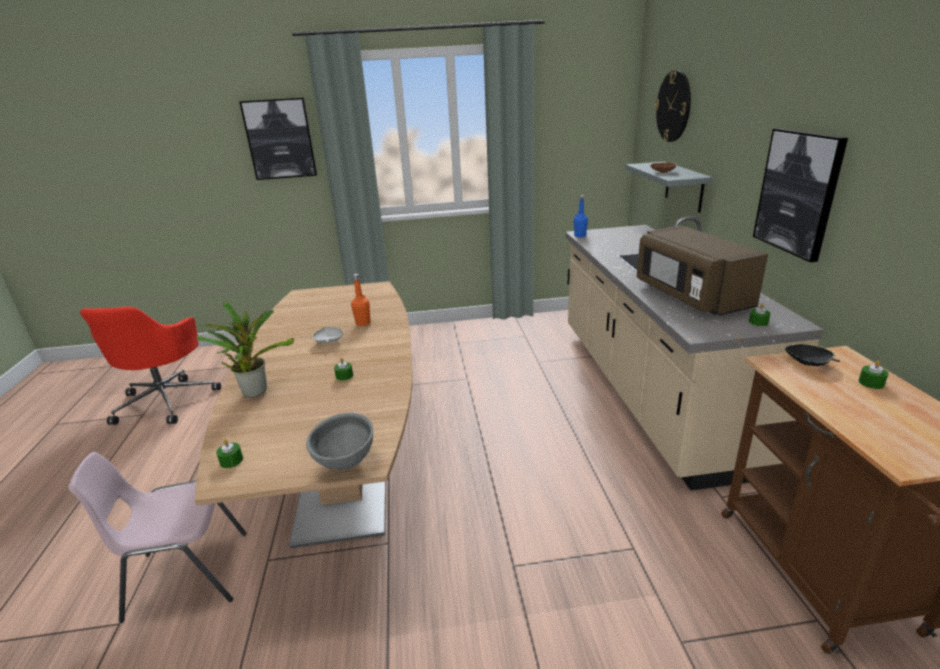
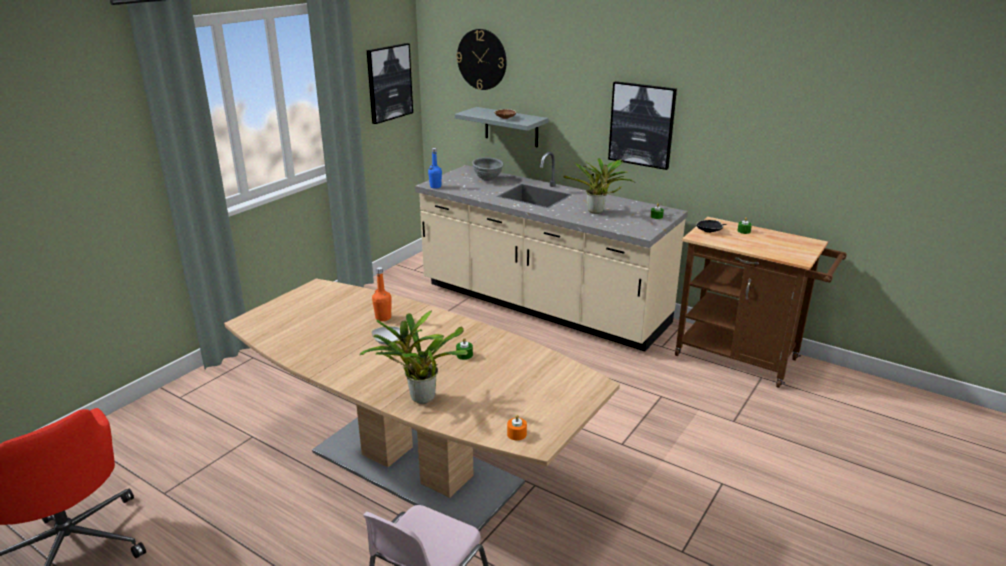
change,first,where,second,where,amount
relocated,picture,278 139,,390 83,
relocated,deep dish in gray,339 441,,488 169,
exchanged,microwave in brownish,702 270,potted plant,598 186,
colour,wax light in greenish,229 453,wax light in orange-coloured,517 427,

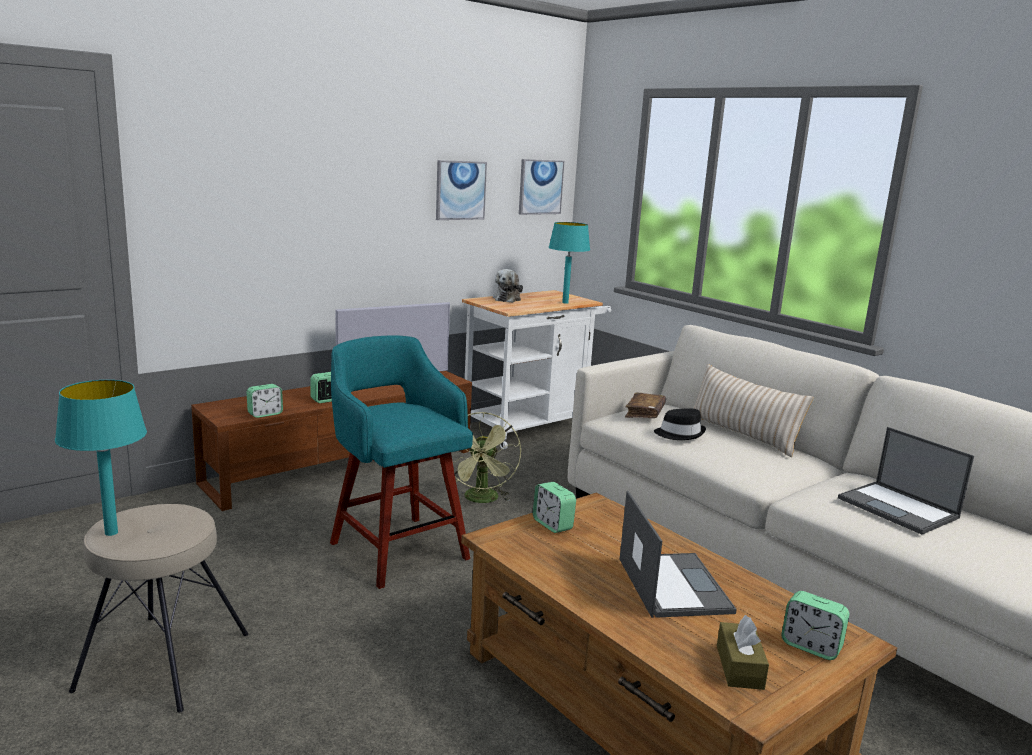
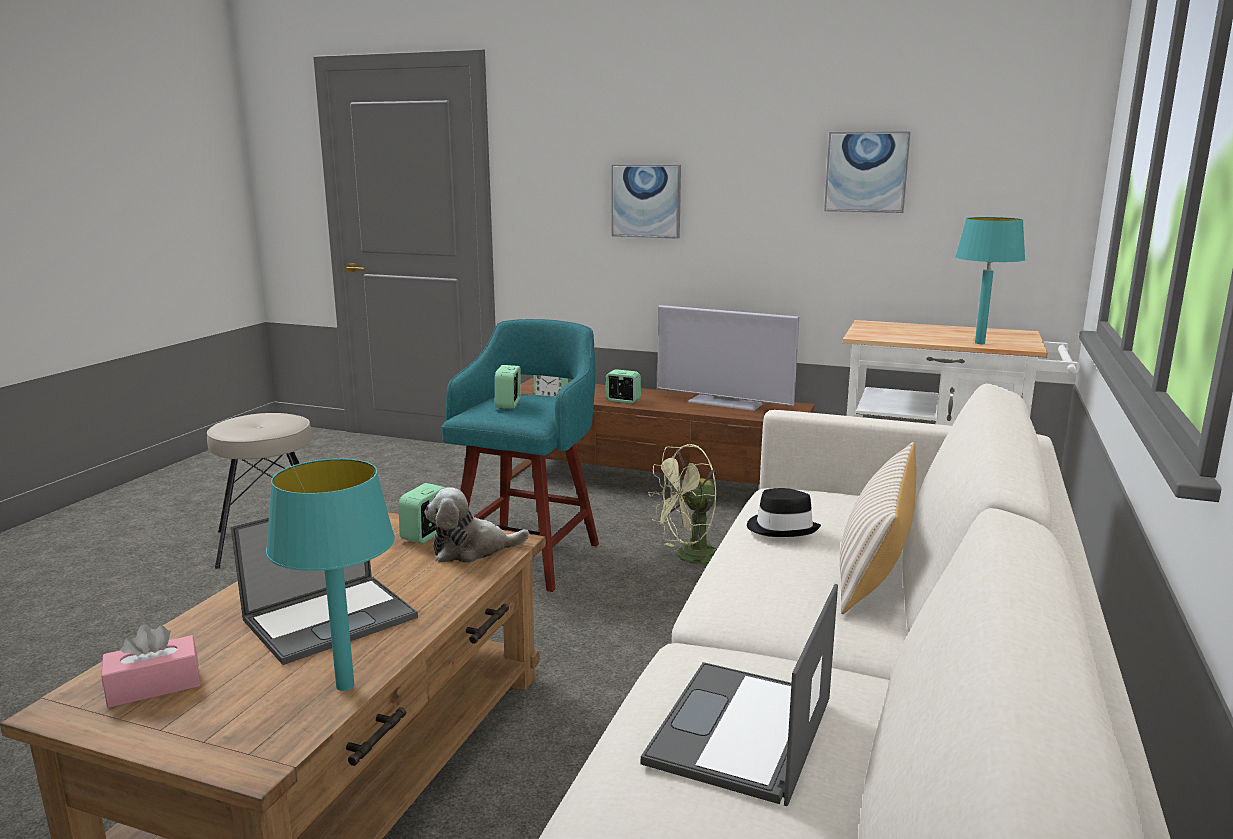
change,first,where,second,where,amount
missing,volume in brownish,645 405,,,
relocated,tabletop lamp in turquoise-coloured,101 458,,330 575,
relocated,cuddly toy,508 286,,476 525,
relocated,picture,541 187,,646 201,
relocated,table clock,815 625,,508 387,
colour,tissue box in brownish,743 652,tissue box in pink,150 666,

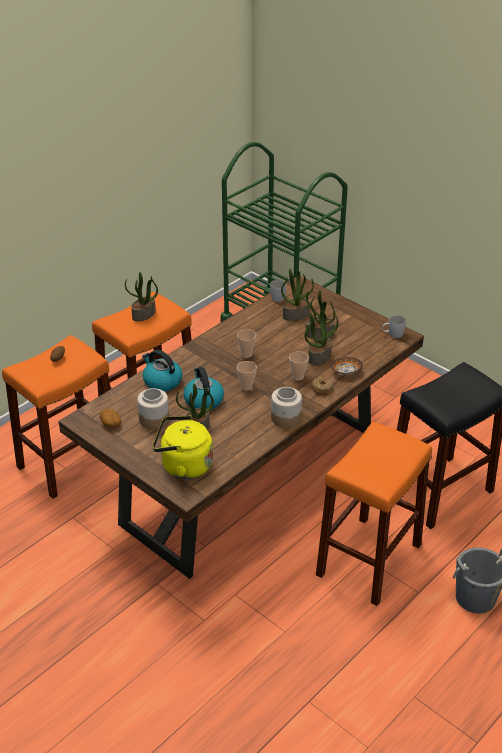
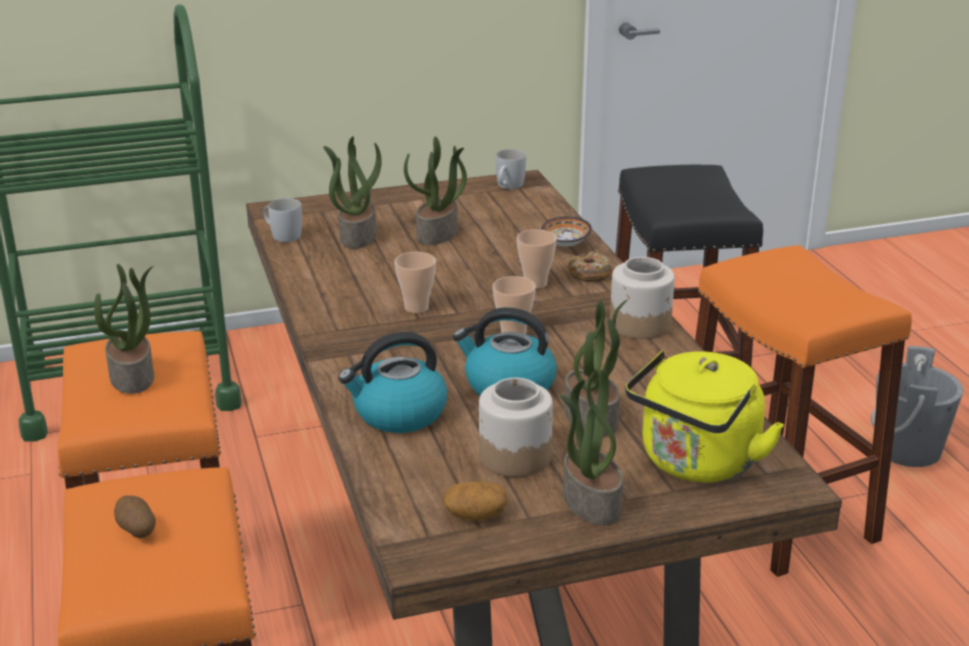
change,first,where,second,where,amount
relocated,potted plant,321 338,,591 447,

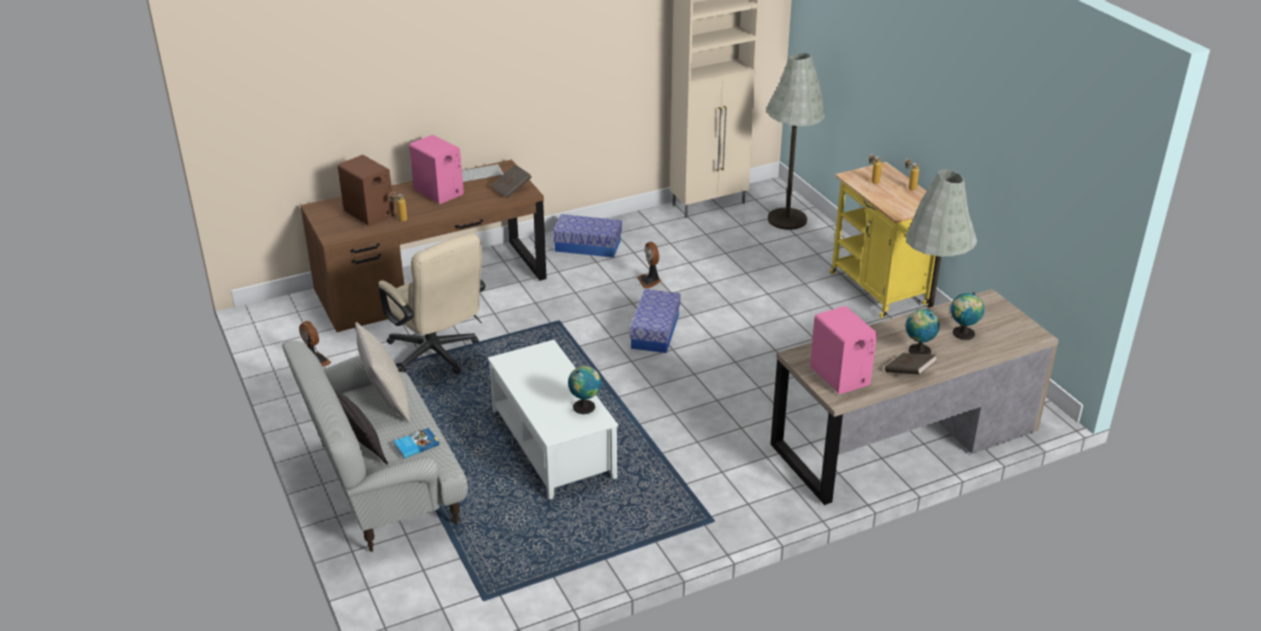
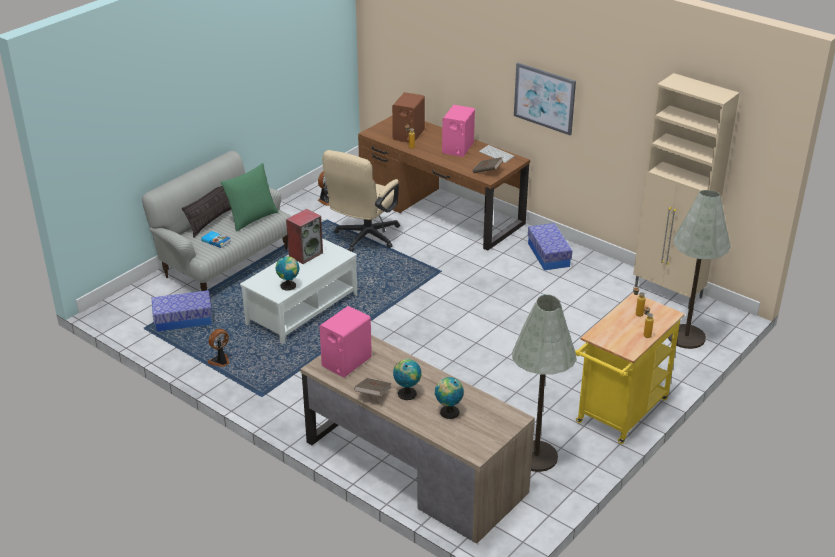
change,first,where,second,where,amount
appeared,,,speaker,304 236,
appeared,,,picture,545 99,
relocated,storage box,655 321,,182 310,
relocated,electric fan,649 265,,219 348,
colour,throw pillow in beige-coloured,382 372,throw pillow in greenish,249 197,

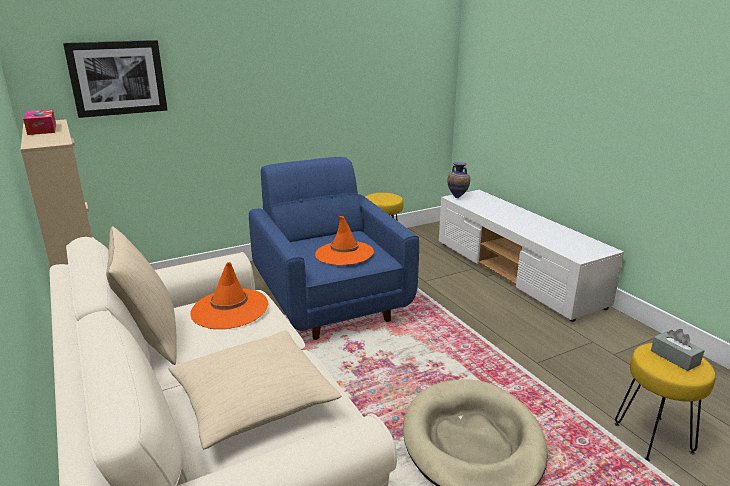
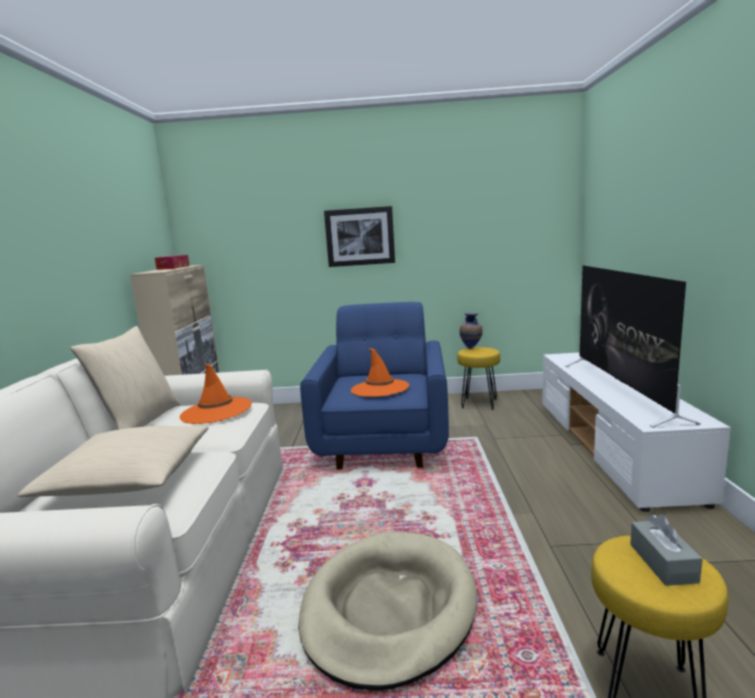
change,first,where,second,where,amount
appeared,,,TV set,633 346,
relocated,picture,115 79,,359 236,
relocated,decorative vase,458 180,,471 331,

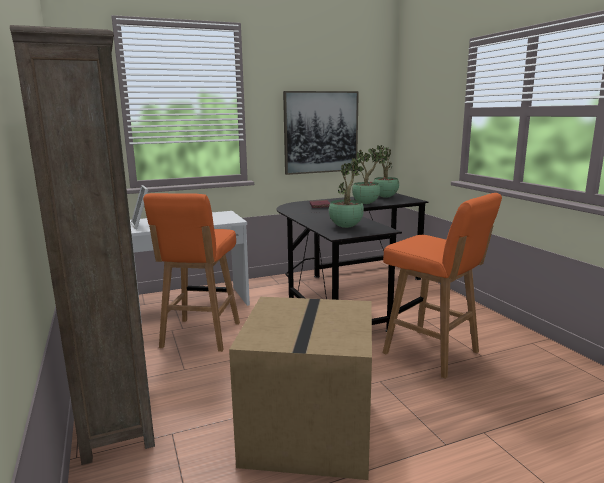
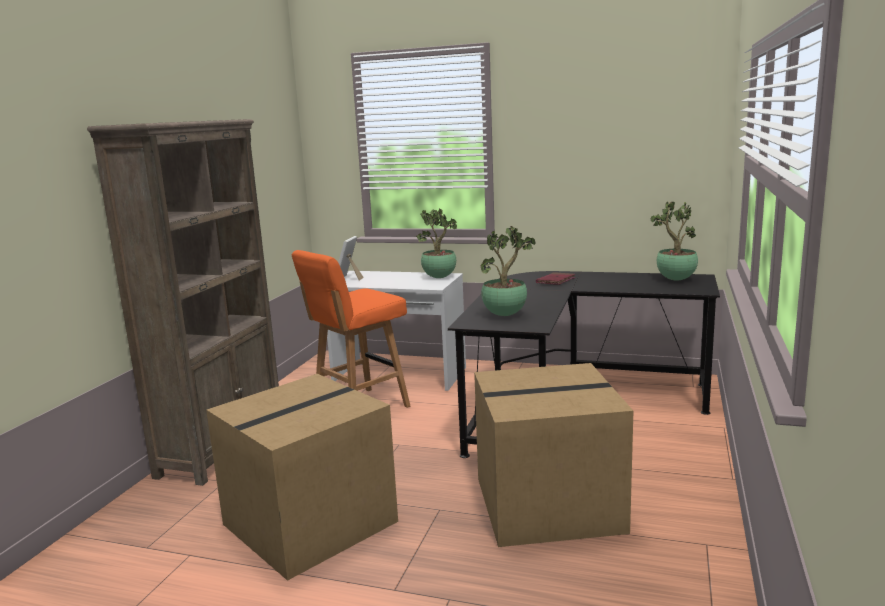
change,first,where,second,where,amount
missing,picture,321 133,,,
relocated,potted plant,369 176,,436 243,
exchanged,stool seat in orange-coloured,442 286,packing box,553 455,

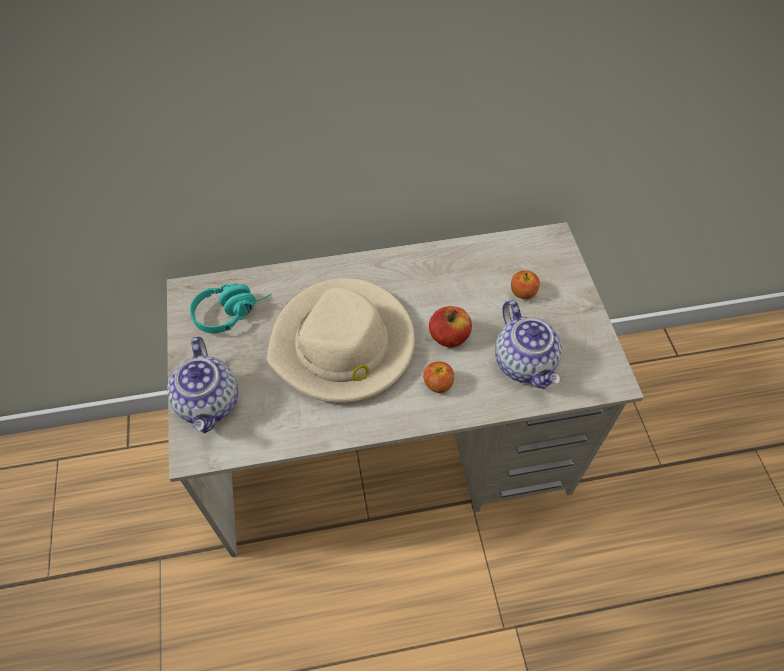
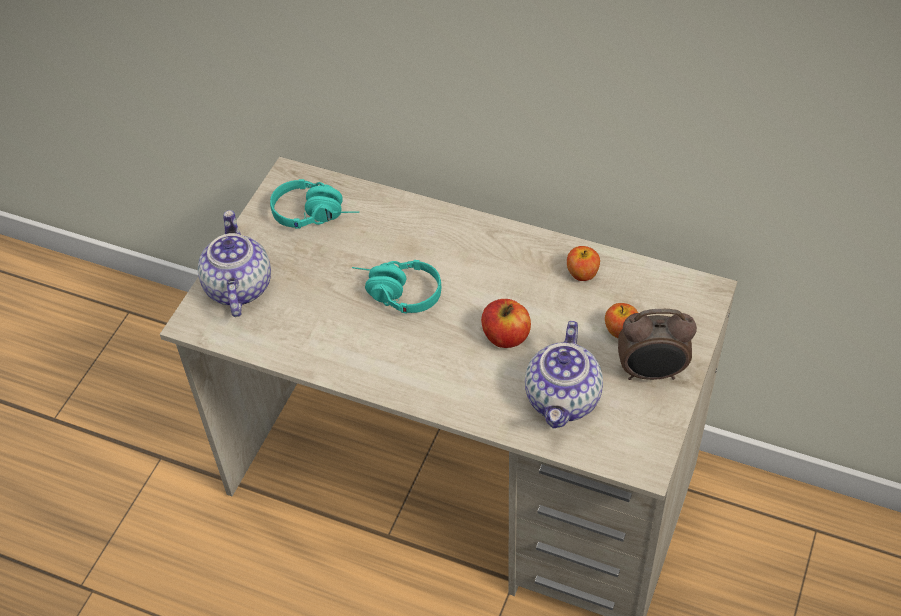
change,first,where,second,where,amount
appeared,,,table clock,657 344,
relocated,apple,438 377,,583 263,
exchanged,clothing hat in beige-coloured,341 340,headphones in turquoise-coloured,396 287,
spun,tea pot,202 384,,234 263,150 degrees clockwise

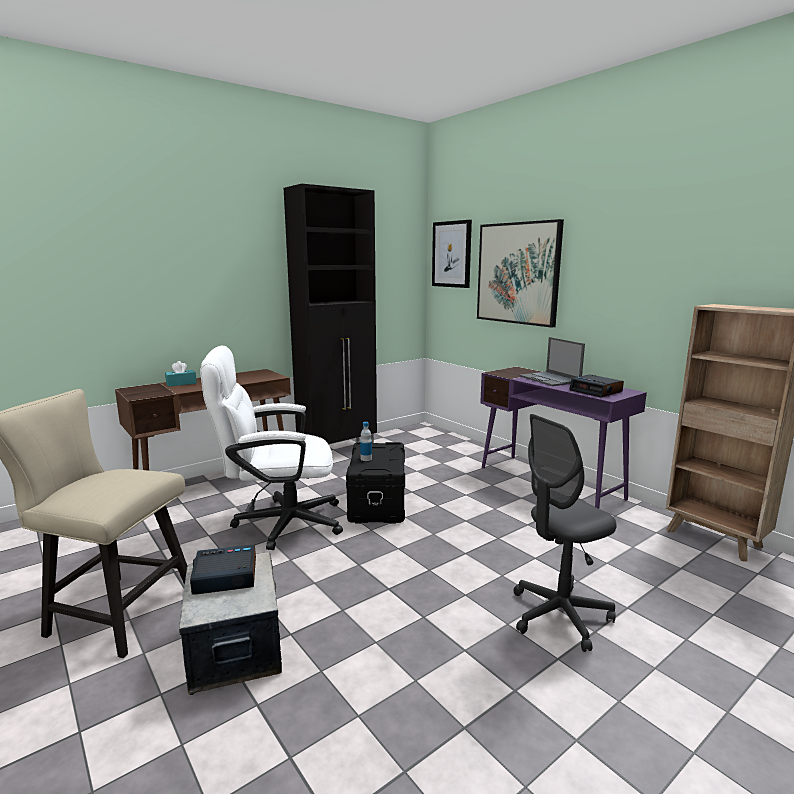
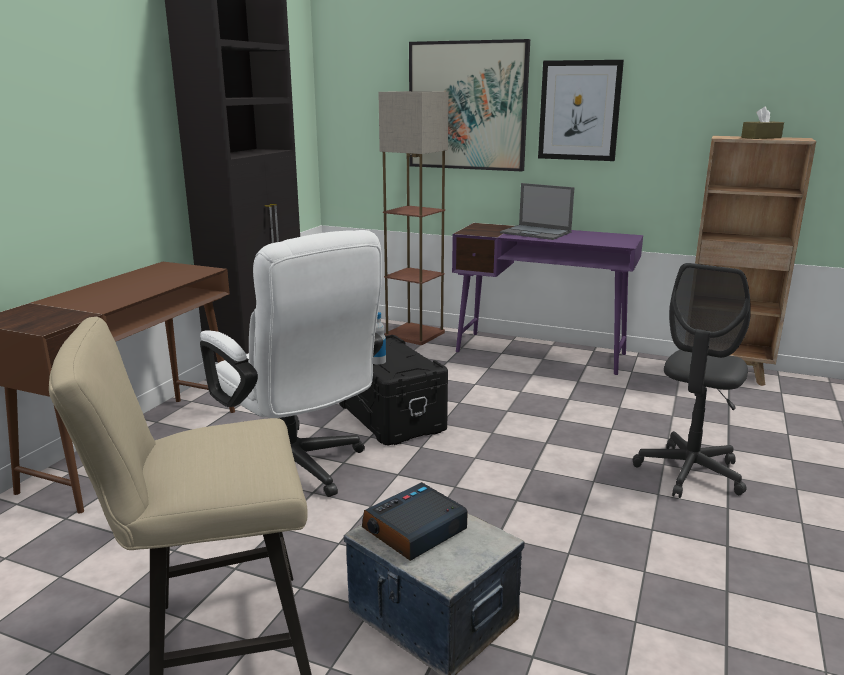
change,first,where,second,where,amount
missing,tissue box in turquoise-coloured,181 374,,,
missing,table clock,596 385,,,
appeared,,,standard lamp,413 218,
appeared,,,tissue box in brownish,762 123,
relocated,picture,452 254,,581 110,
spun,computer chair in white,271 447,,291 363,90 degrees counterclockwise

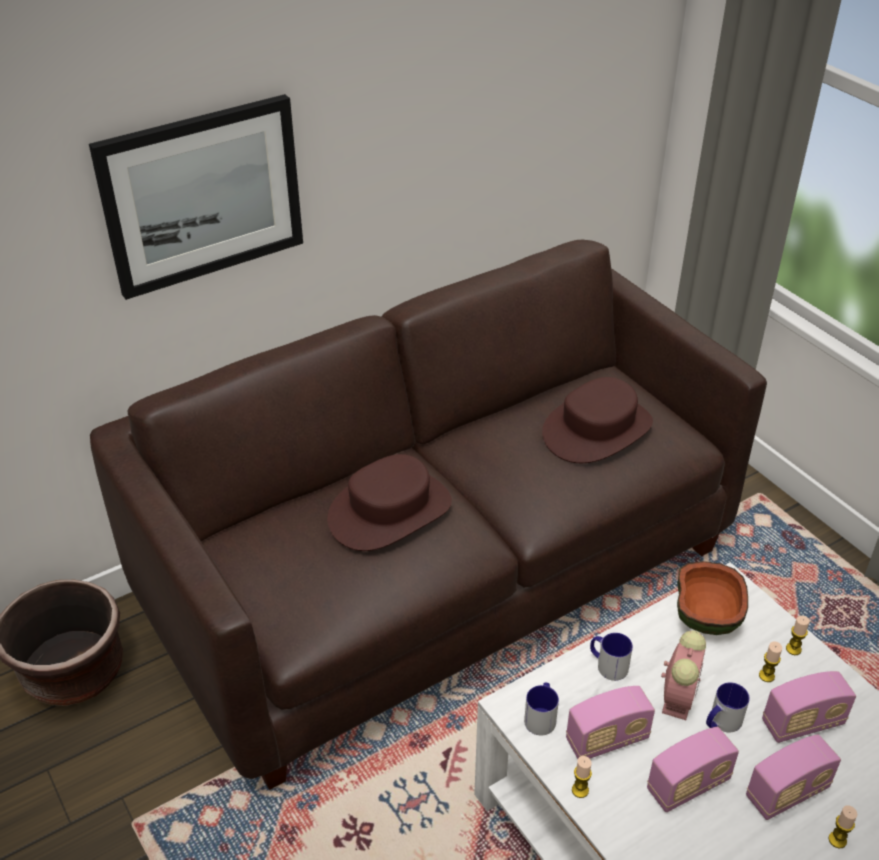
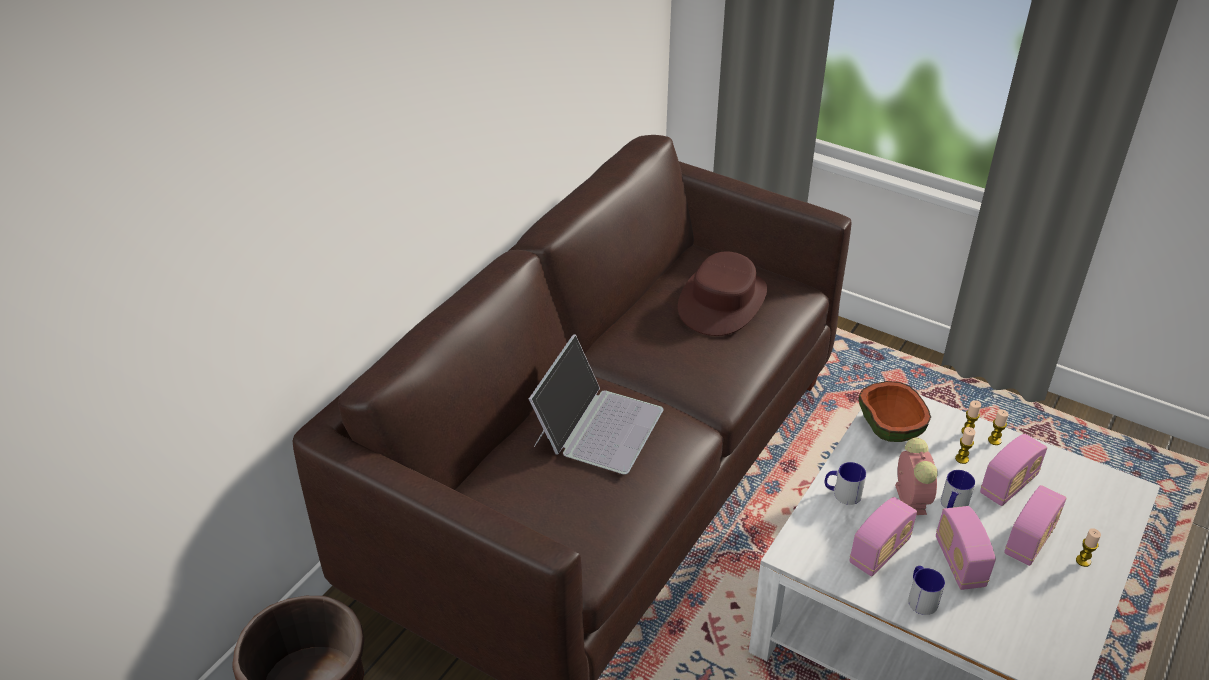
change,first,where,second,where,amount
missing,picture,196 197,,,
relocated,mug,541 709,,926 590,
relocated,wax light,582 777,,998 427,
exchanged,clothing hat in brownish,389 502,portable computer,596 404,
spun,radio,693 769,,966 548,135 degrees clockwise

